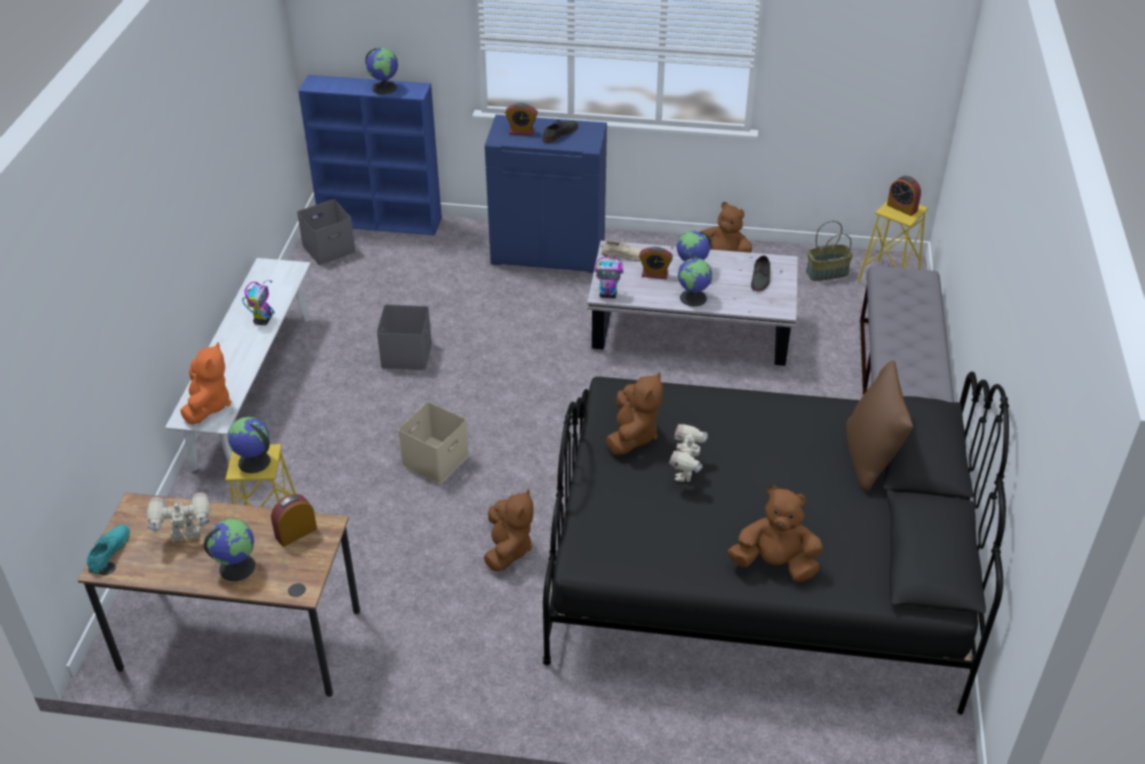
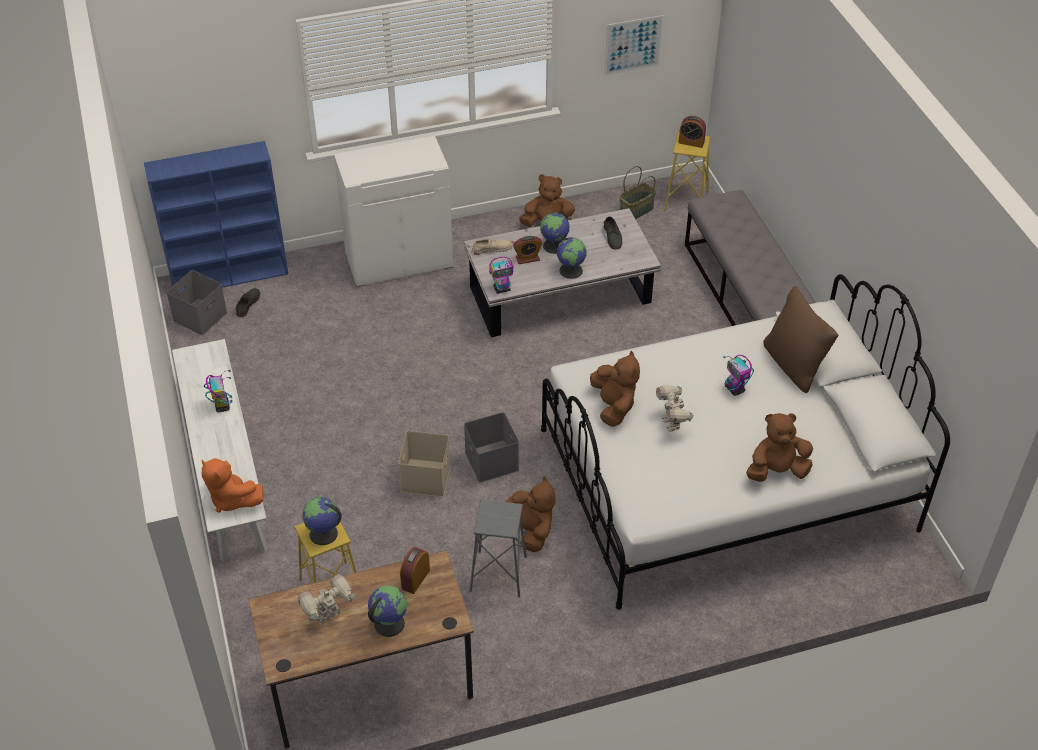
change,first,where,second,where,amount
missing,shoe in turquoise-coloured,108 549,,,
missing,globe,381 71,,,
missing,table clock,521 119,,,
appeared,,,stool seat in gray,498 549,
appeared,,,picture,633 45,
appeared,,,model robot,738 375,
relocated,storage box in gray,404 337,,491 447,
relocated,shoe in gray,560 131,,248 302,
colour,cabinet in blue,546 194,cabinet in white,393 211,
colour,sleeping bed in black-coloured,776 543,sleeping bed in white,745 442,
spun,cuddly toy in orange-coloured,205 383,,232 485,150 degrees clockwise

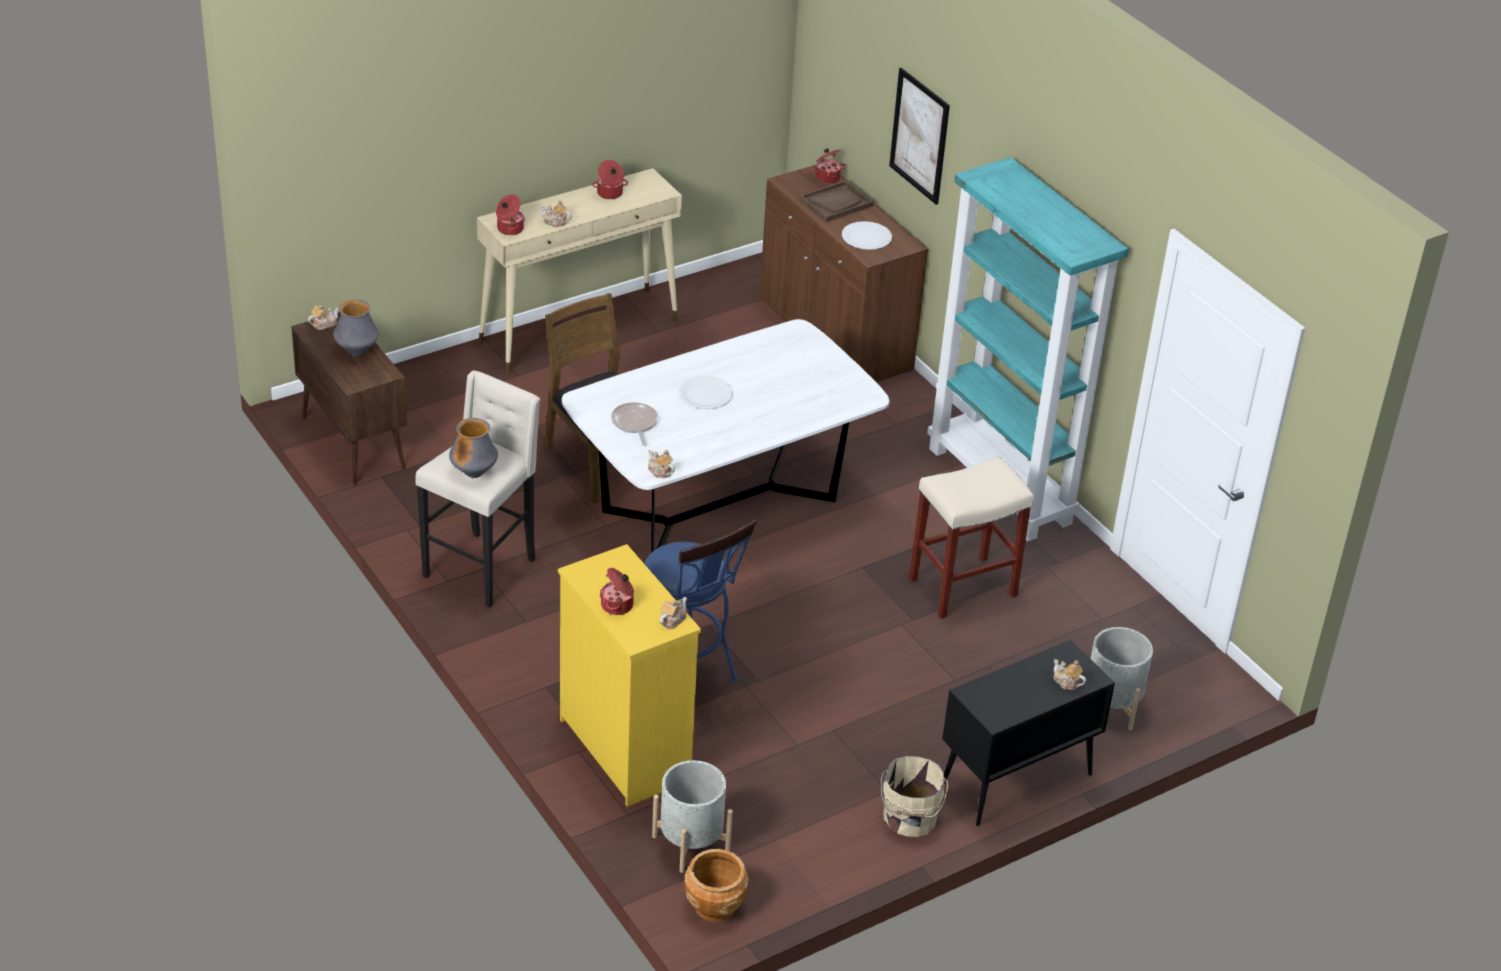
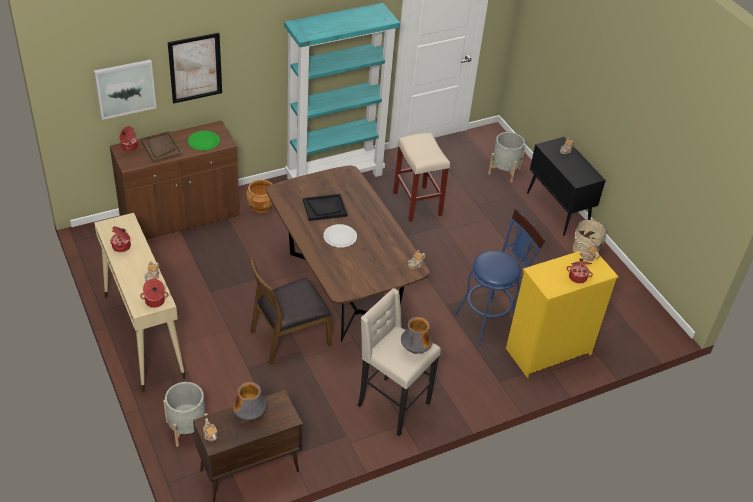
change,first,where,second,where,amount
missing,frying pan,634 424,,,
appeared,,,picture,125 90,
appeared,,,serving tray in black-coloured,325 207,
relocated,flower pot in gray,692 816,,185 414,
relocated,flower pot in brownish,717 885,,259 196,
colour,dining table in white,725 436,dining table in brownish,348 254,
colour,dinner plate in white,867 235,dinner plate in greenish,204 141,

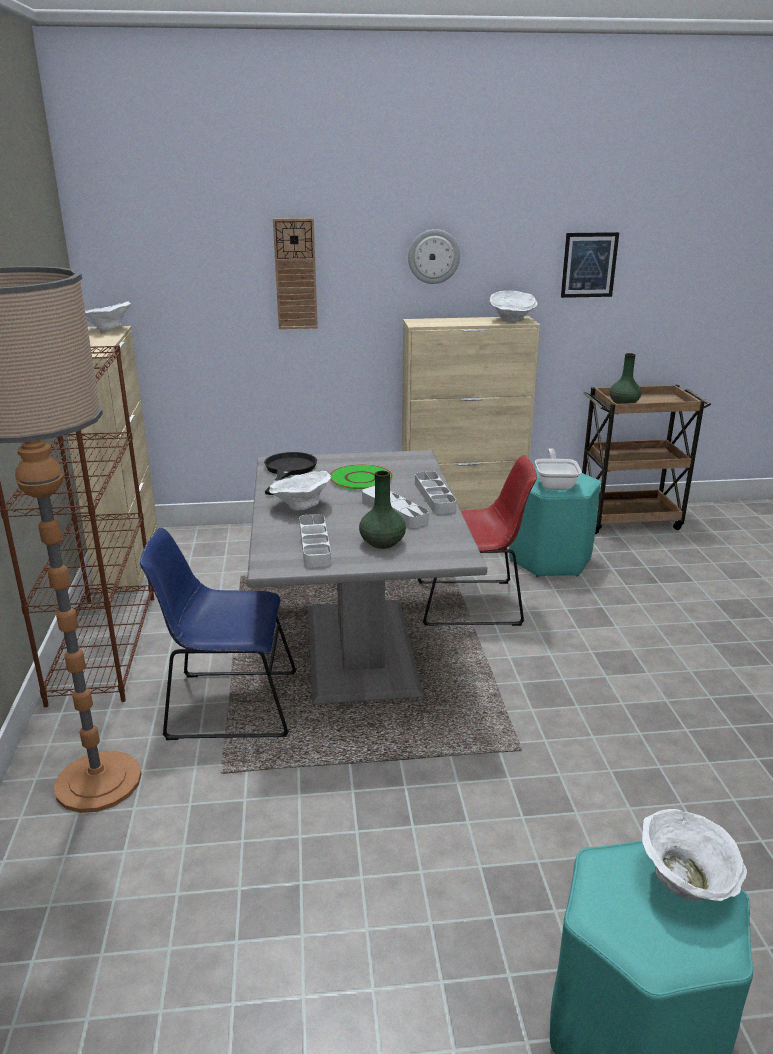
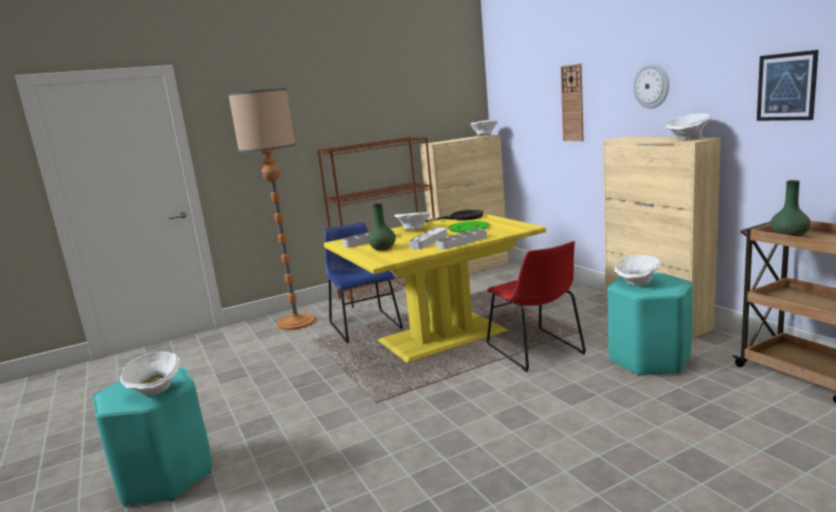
change,first,where,second,where,amount
exchanged,frying pan,558 469,deep dish in white,638 270,
colour,dining table in gray,367 577,dining table in yellow,435 288,

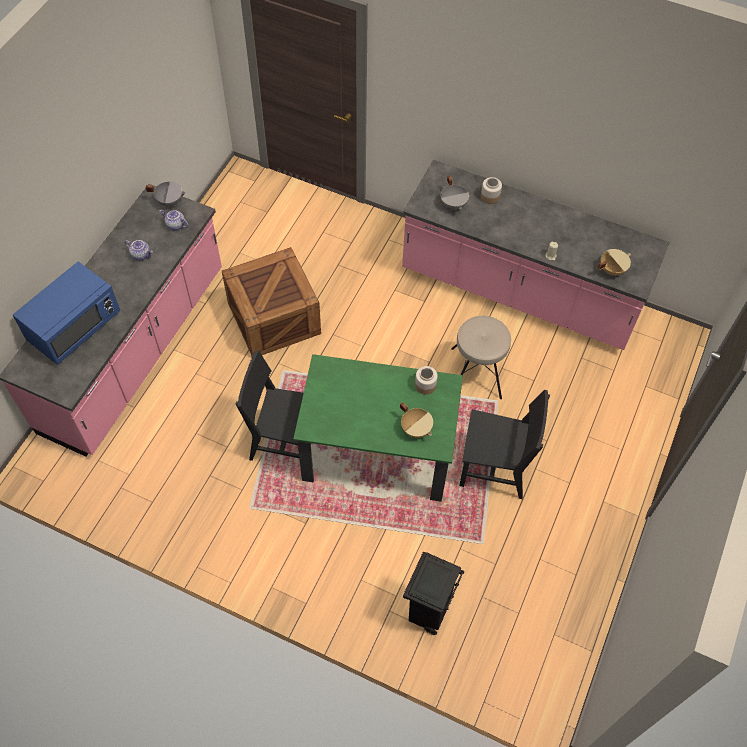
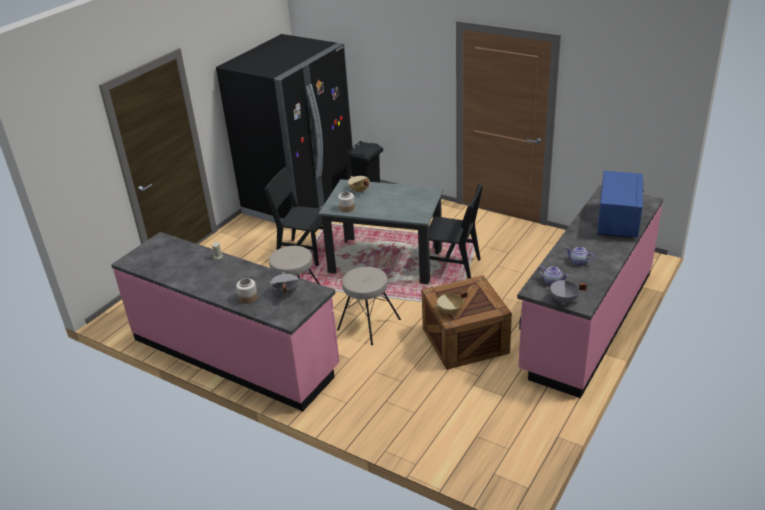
change,first,where,second,where,amount
appeared,,,refrigerator in black-coloured,284 128,
appeared,,,stool seat in beige-coloured,369 306,
relocated,stockpot in beige-coloured,614 262,,451 303,
colour,dining table in greenish,378 428,dining table in gray,381 231,
spun,microwave in blue,66 313,,620 204,150 degrees clockwise

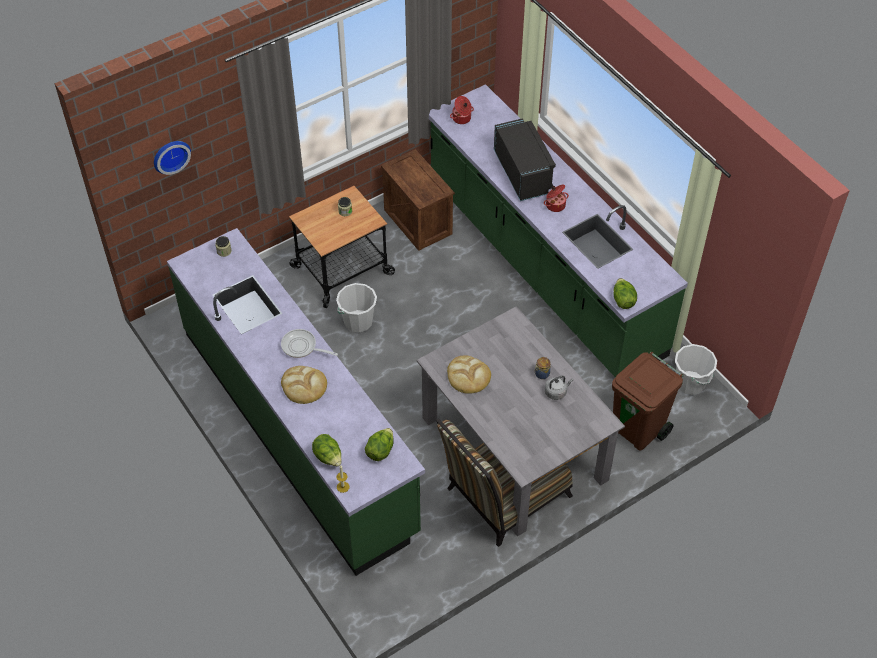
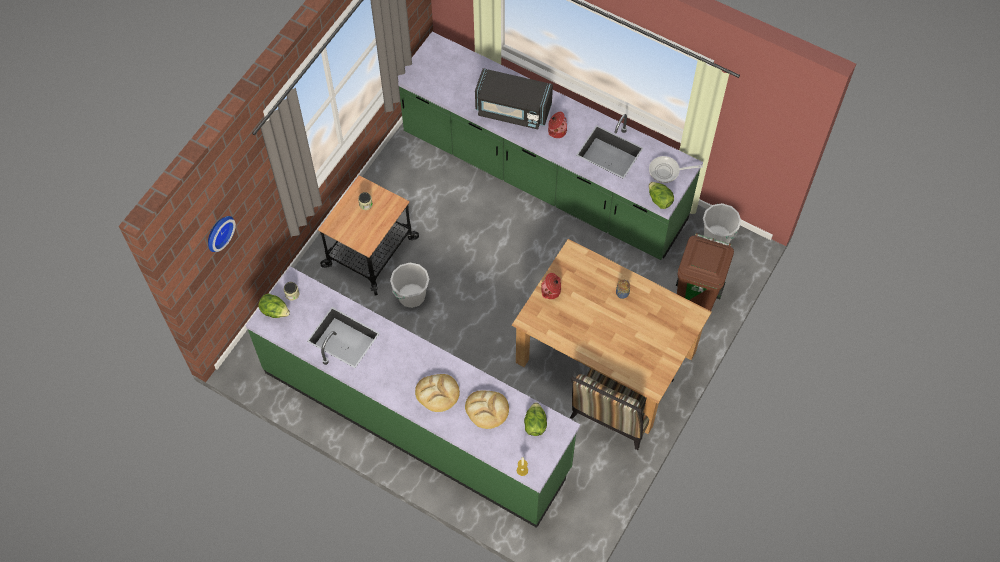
change,first,where,second,where,amount
missing,packing crate,418 200,,,
missing,tea kettle in gray,559 388,,,
relocated,frying pan,309 343,,676 169,
relocated,lettuce head,327 450,,274 306,
relocated,bakery bread,469 374,,487 410,
relocated,stockpot,462 110,,551 286,
colour,dining table in gray,521 421,dining table in brownish,612 336,
spun,microwave in black-coloured,525 159,,514 98,150 degrees clockwise

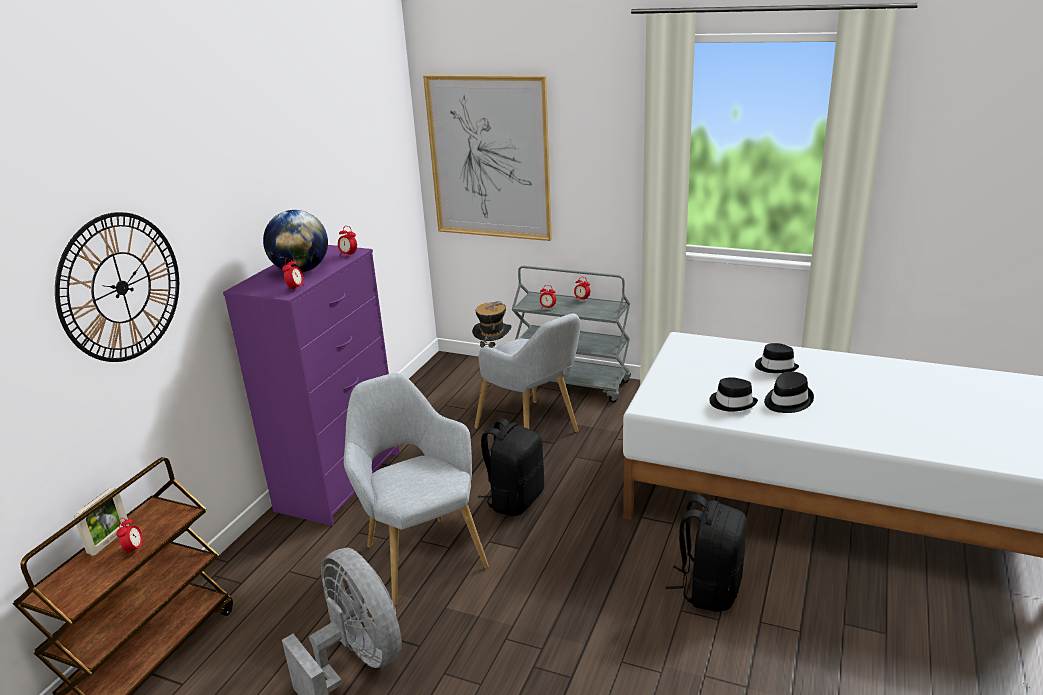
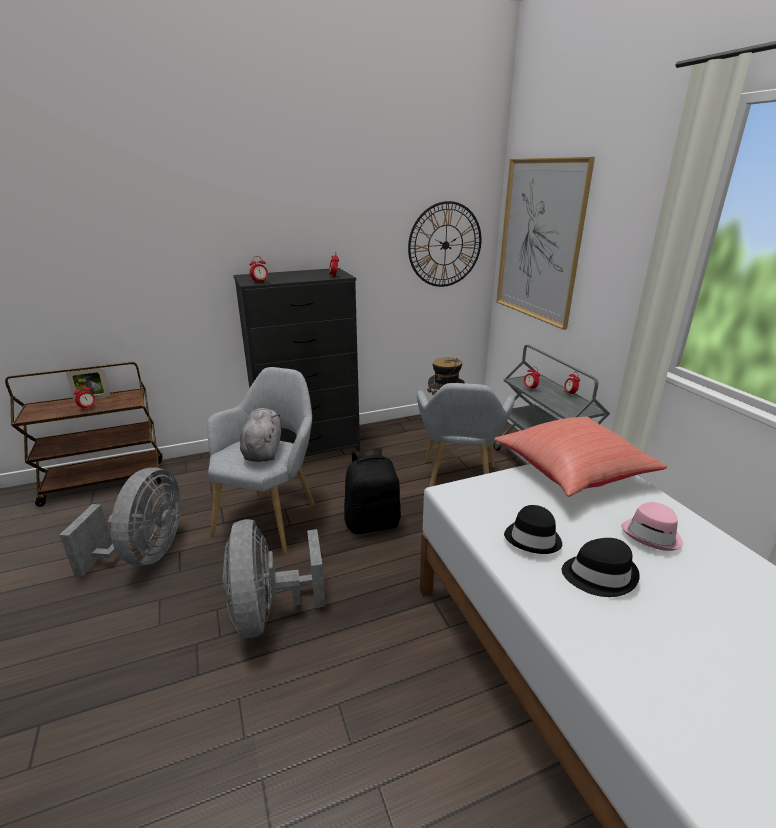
change,first,where,second,where,amount
missing,globe,295 241,,,
missing,backpack in black-coloured,706 553,,,
appeared,,,electric fan in gray,274 578,
appeared,,,cuddly toy in gray,260 435,
appeared,,,throw pillow in reddish,580 457,
relocated,wall clock,117 287,,445 244,
colour,dresser in purple,311 385,dresser in black-coloured,297 362,
colour,clothing hat in black-coloured,777 358,clothing hat in pink,652 526,

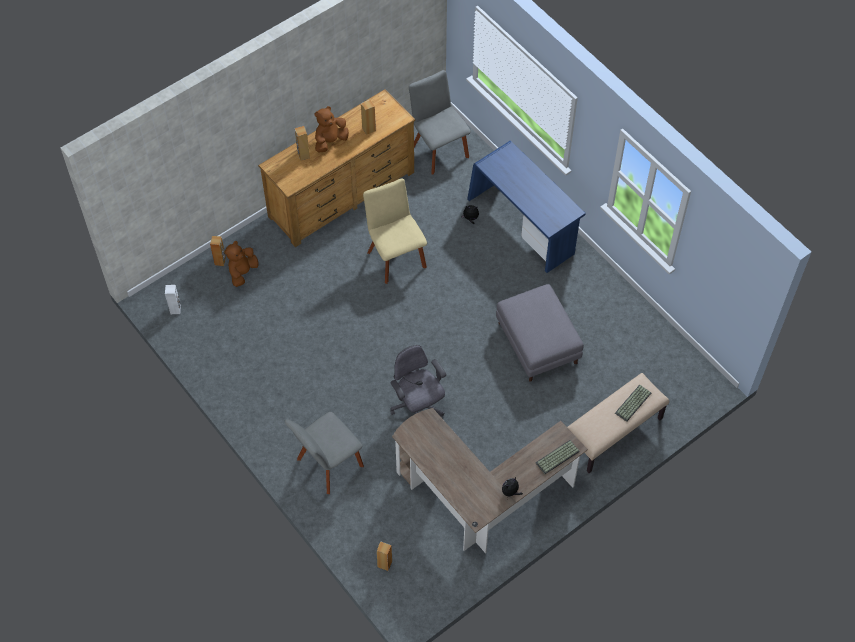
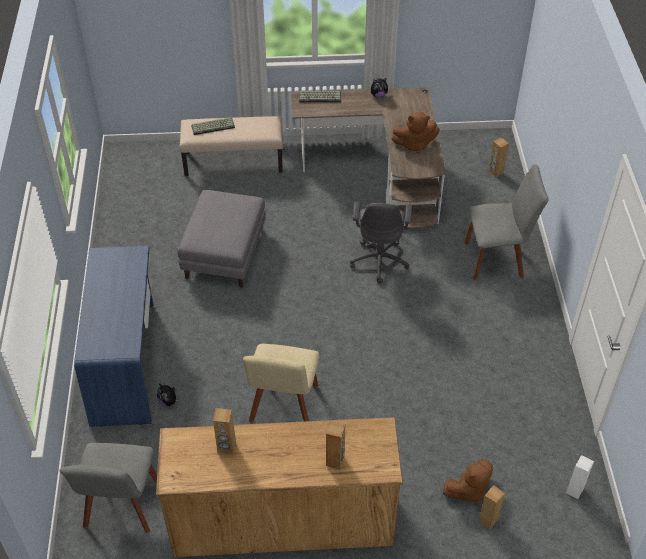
change,first,where,second,where,amount
relocated,cuddly toy in brownish,331 129,,416 133,

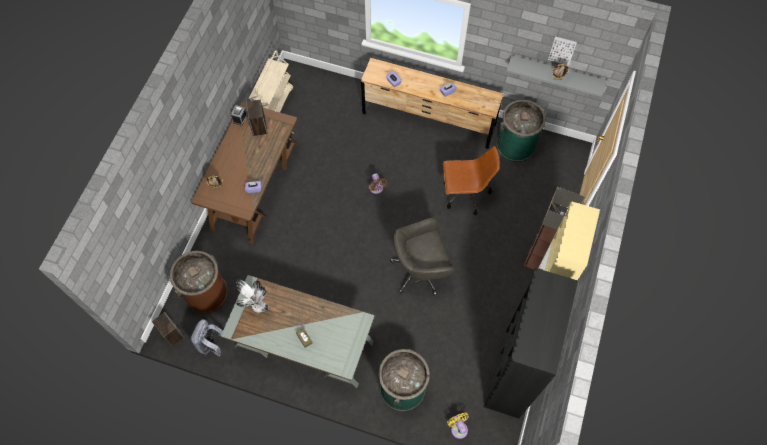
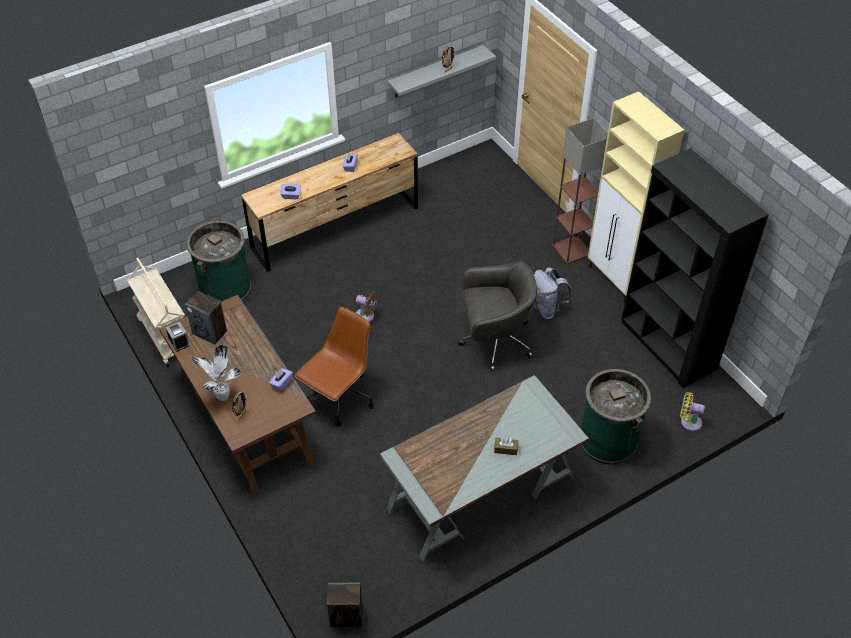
change,first,where,second,where,amount
missing,rubbish bin in brownish,199 282,,,
missing,picture,562 50,,,
relocated,backpack in gray,206 338,,552 293,
relocated,potted plant,252 296,,215 373,
relocated,computer chair in brownish,471 180,,334 367,
relocated,rubbish bin in greenish,521 131,,219 261,
spun,computer chair in gray,422 256,,497 316,120 degrees counterclockwise

